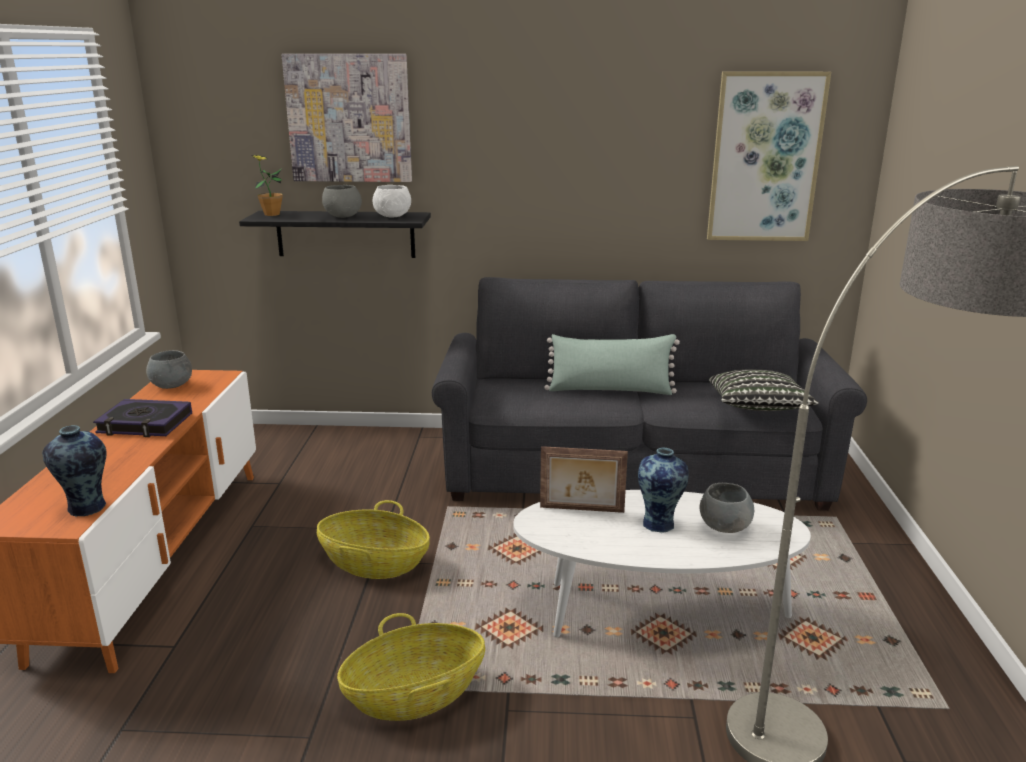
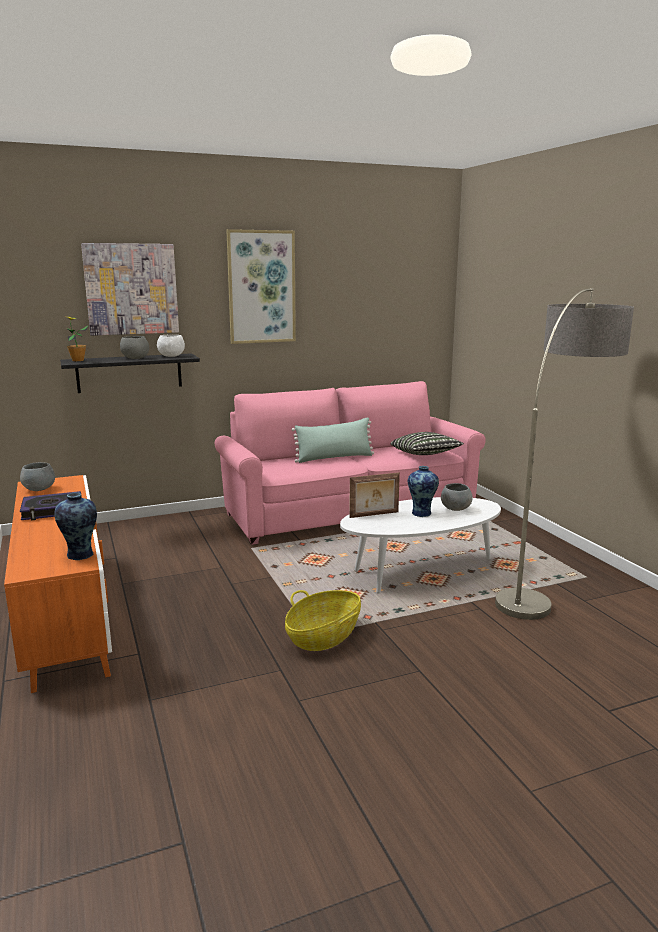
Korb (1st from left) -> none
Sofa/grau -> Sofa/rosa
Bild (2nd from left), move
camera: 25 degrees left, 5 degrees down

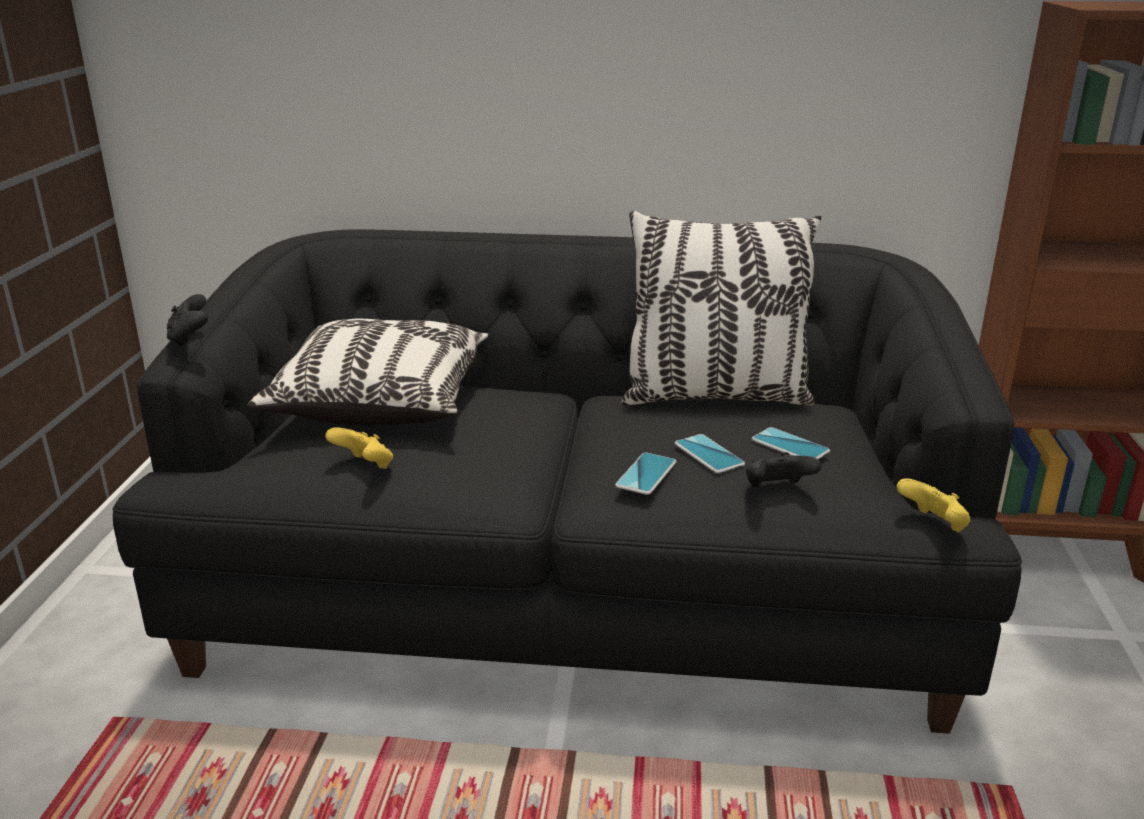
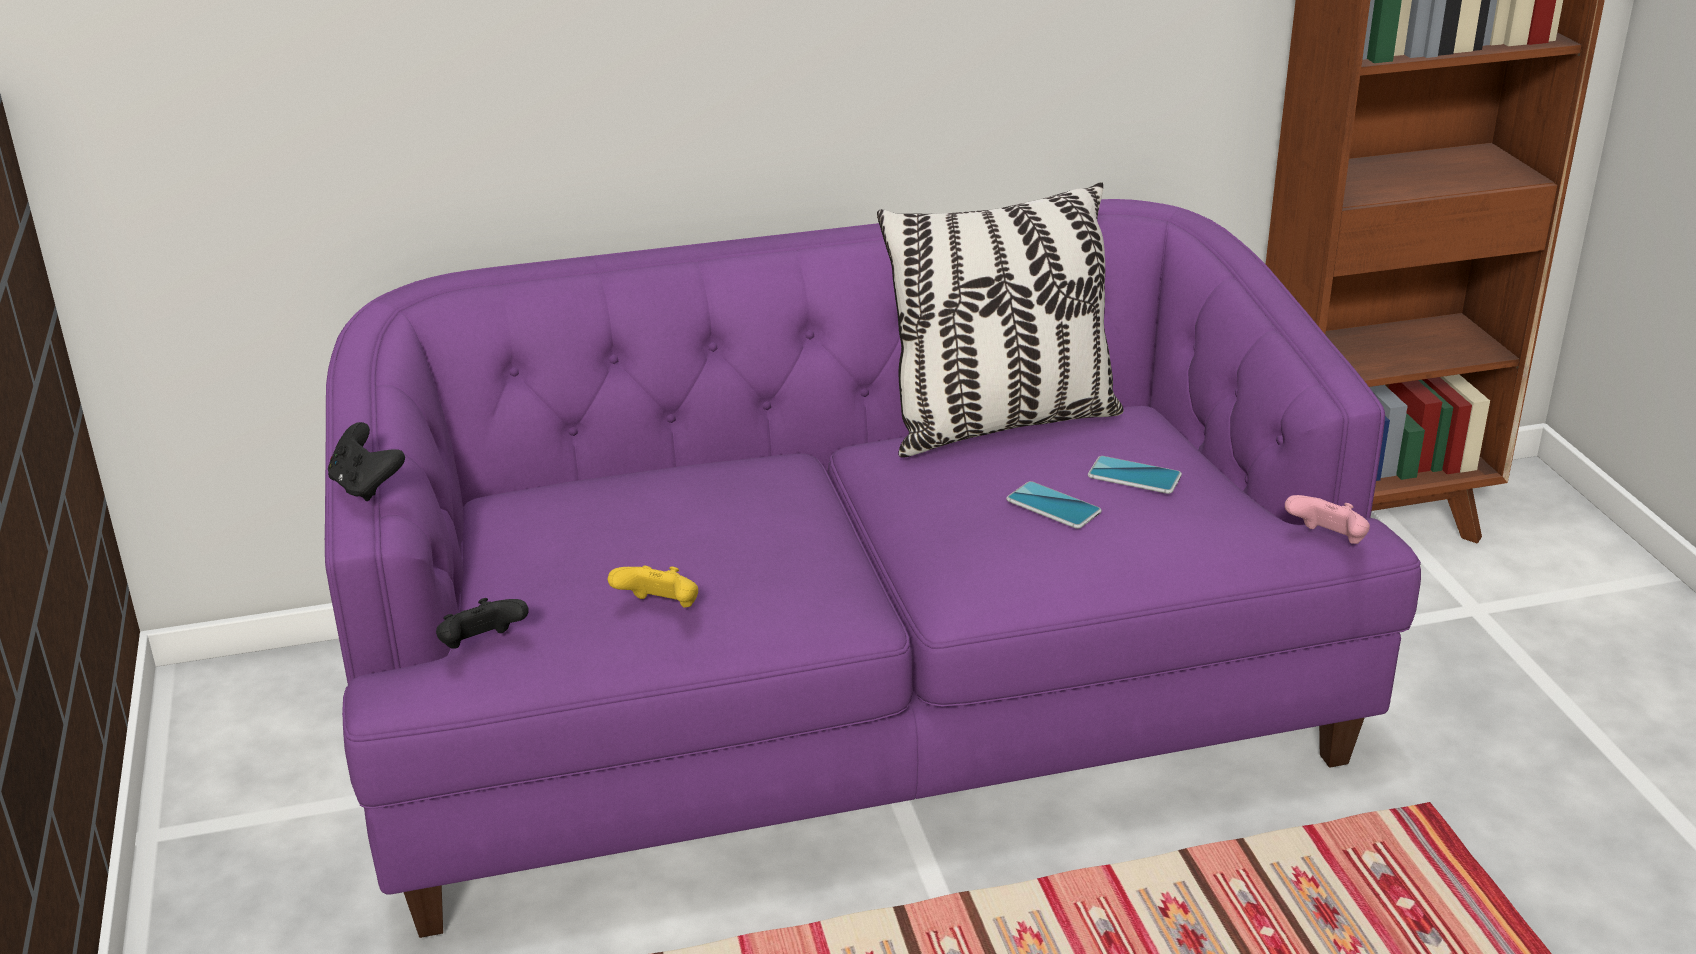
Sofa/schwarz -> Sofa/lila
Kissen (1st from left) -> none
Handy (1st from left) -> none
Gamepad/schwarz (2nd from left), move
Gamepad/gelb (2nd from left) -> Gamepad/rosa
camera: 20 degrees left, 5 degrees up

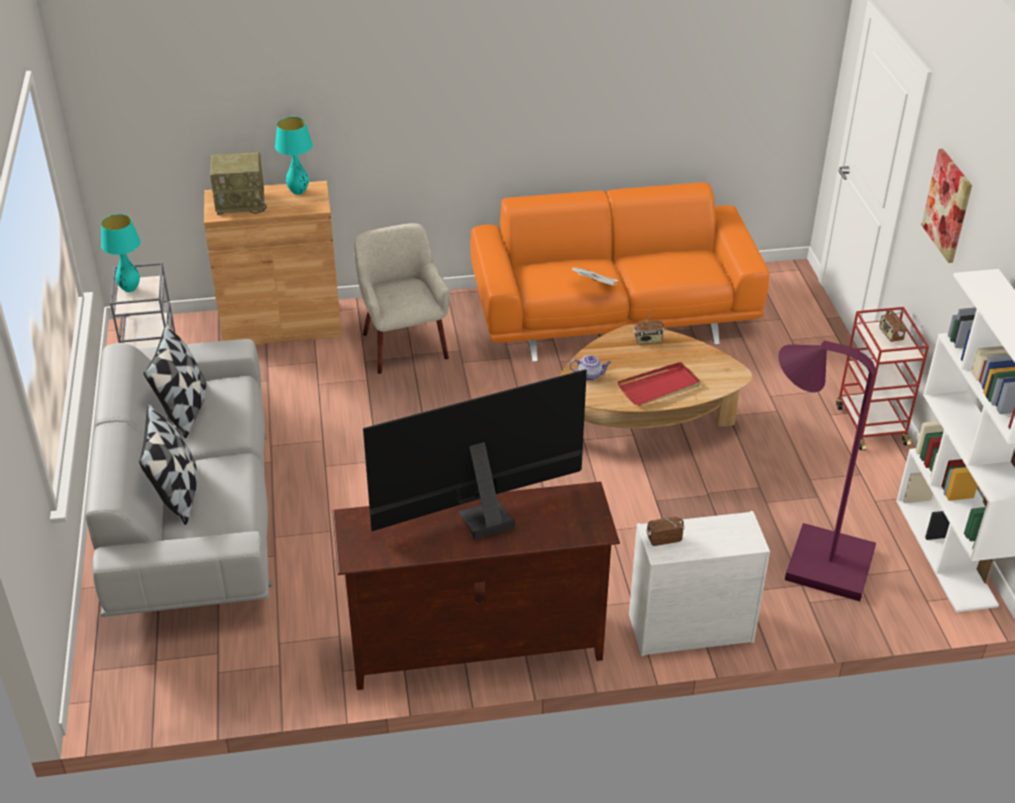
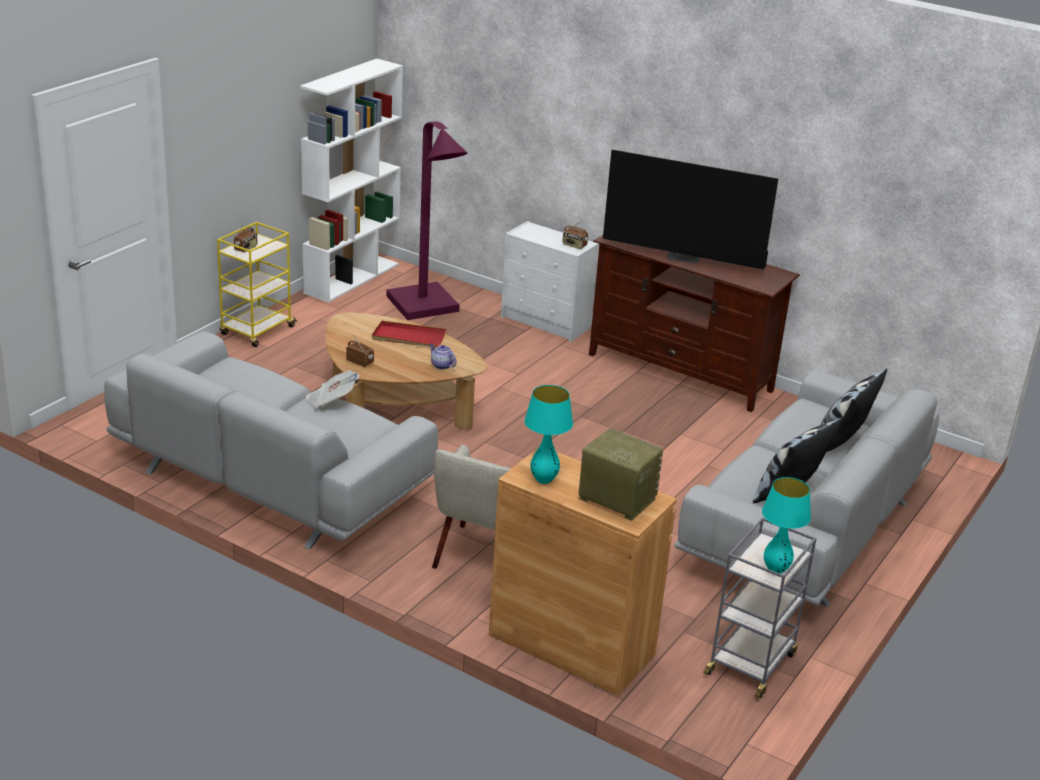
Sofa/orange -> Sofa/grau (1st from left)
Rollwagen/rot -> Rollwagen/gelb
Bild -> none
camera: 140 degrees left, 10 degrees down

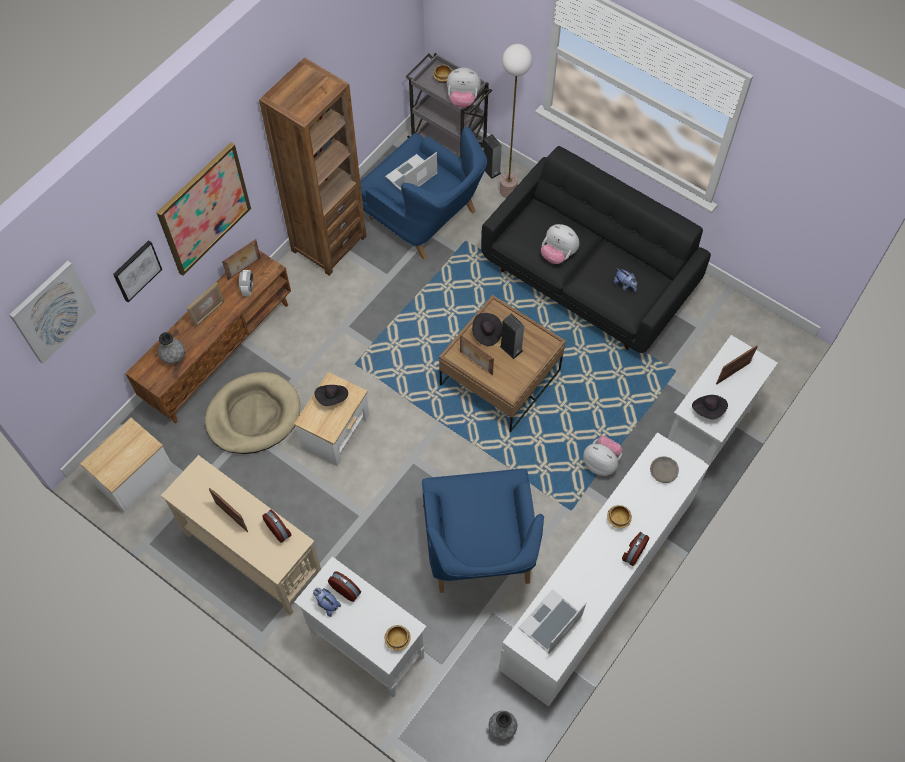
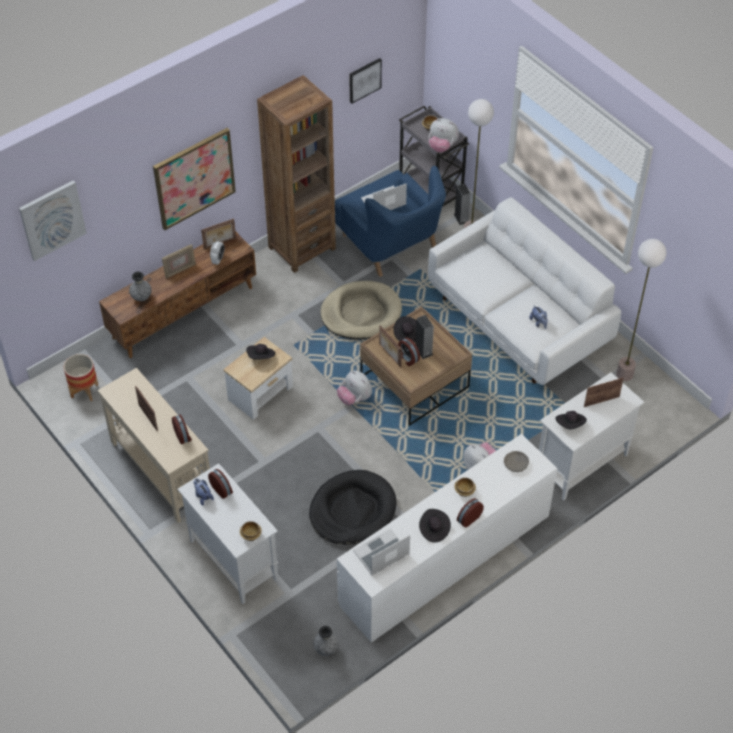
Beistelltisch (1st from left) -> Pflanzkübel
Bild (2nd from left in the first image) -> Bild (3rd from left), move
Hundebett/beige, move
Sessel/blau (2nd from left) -> Hundebett/schwarz
Sofa/schwarz -> Sofa/weiß
Plüschtier (3rd from left in the first image) -> Plüschtier (2nd from left), move
none -> Wecker (4th from left)
none -> Hut/schwarz (3rd from left)
none -> Stehlampe (2nd from left)
camera: 15 degrees right, 10 degrees down

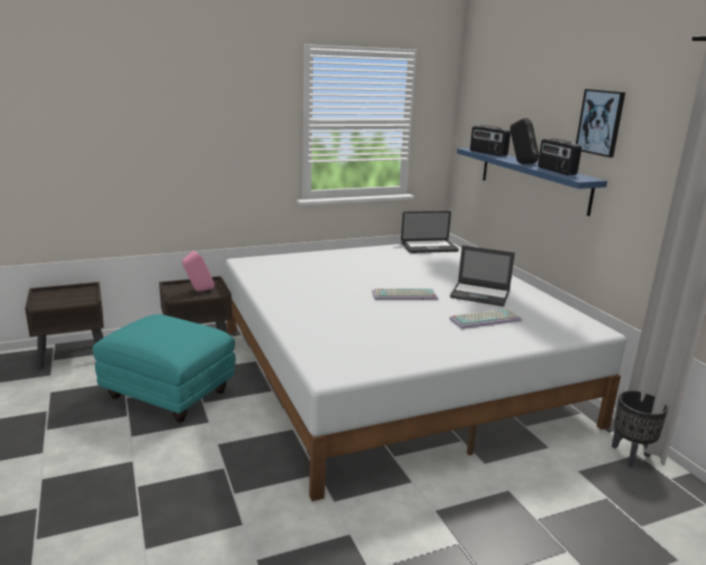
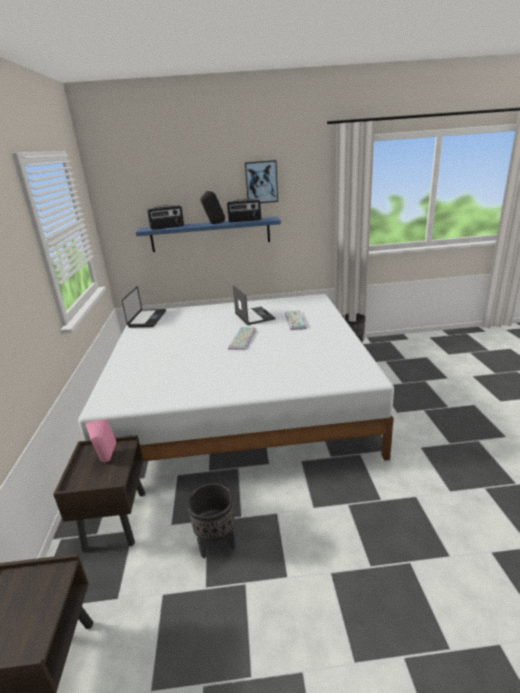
Polsterhocker/türkis -> Pflanzkübel/schwarz (1st from left)
Laptop (2nd from left), 60 degrees counterclockwise
camera: 70 degrees left, 5 degrees up

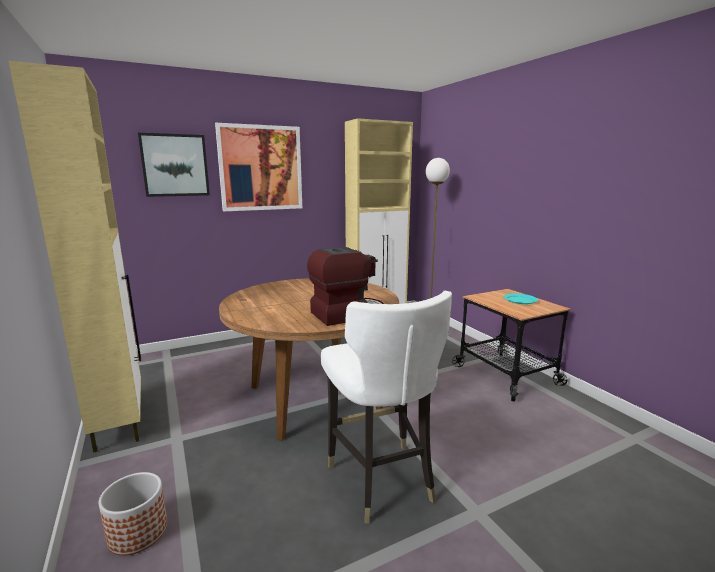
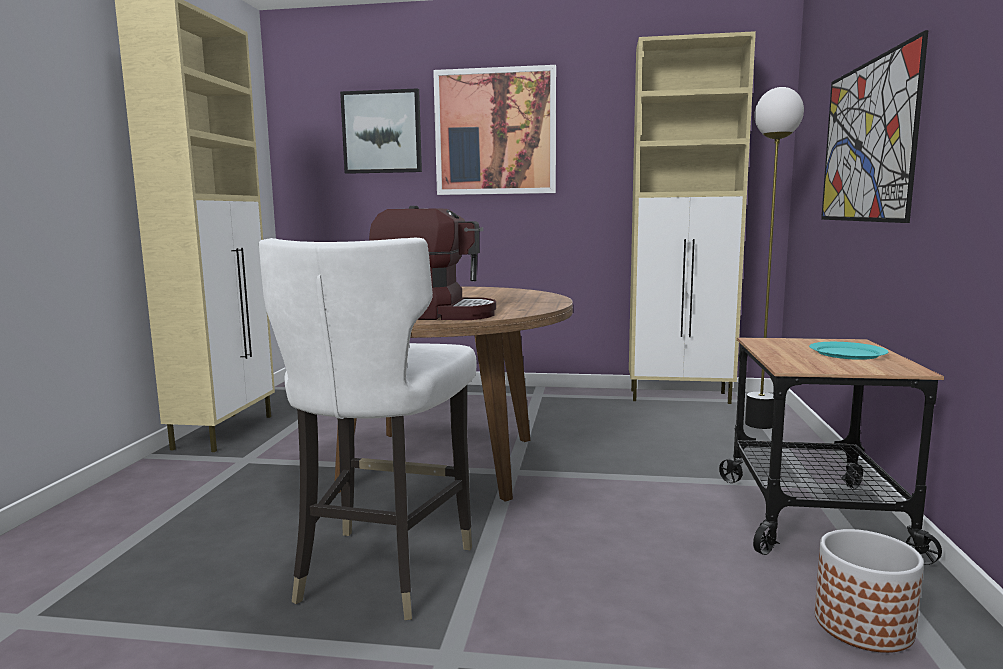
Pflanzkübel, move
none -> Bild (3rd from left)
camera: 35 degrees right, 5 degrees down

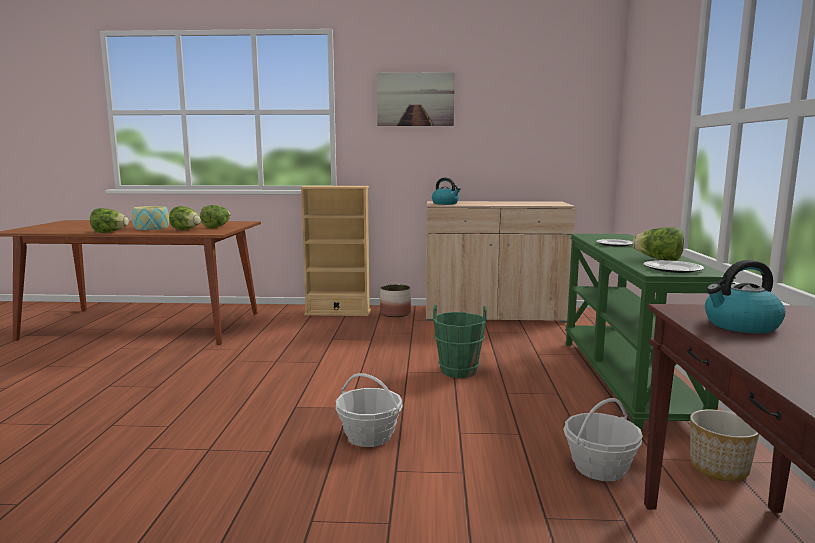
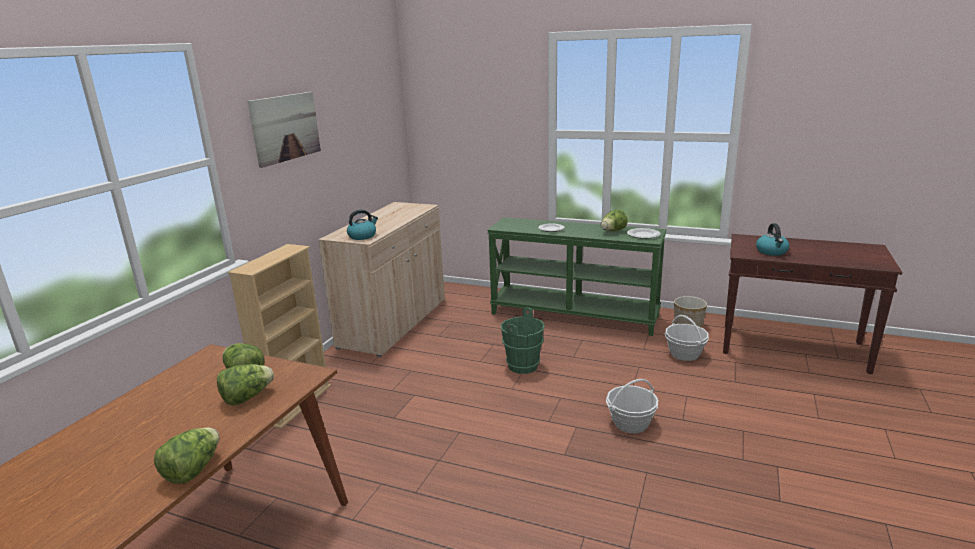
Schüssel -> none
Pflanzkübel (1st from left) -> none
camera: 70 degrees left, 10 degrees up

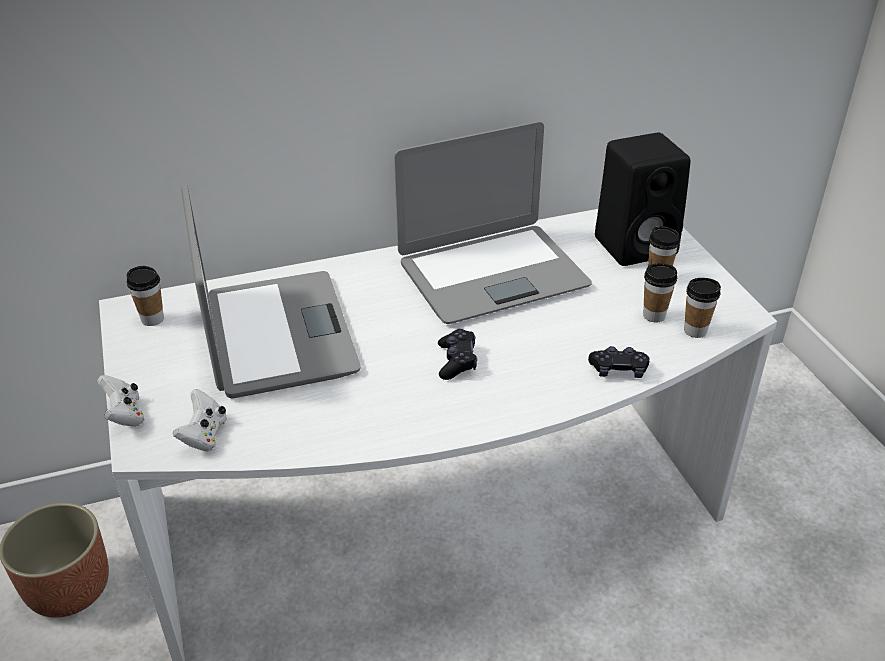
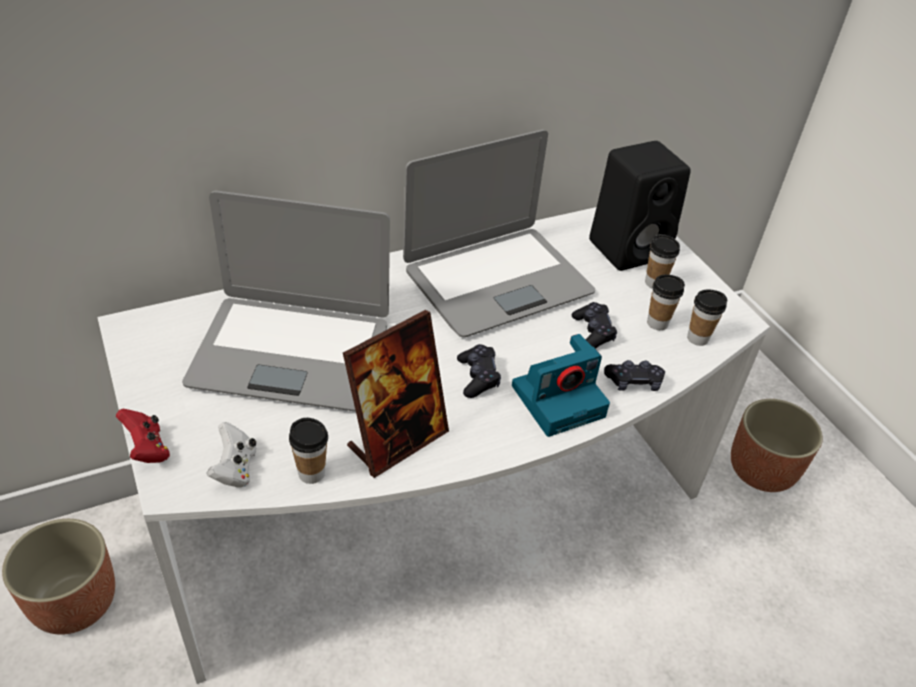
Gamepad/weiß (1st from left) -> Gamepad/rot
Tasse (1st from left), move
Laptop (1st from left), 120 degrees clockwise
none -> Bilderrahmen
none -> Kamera
none -> Gamepad/schwarz (2nd from left)
none -> Pflanzkübel (2nd from left)
camera: 10 degrees left, 5 degrees up

